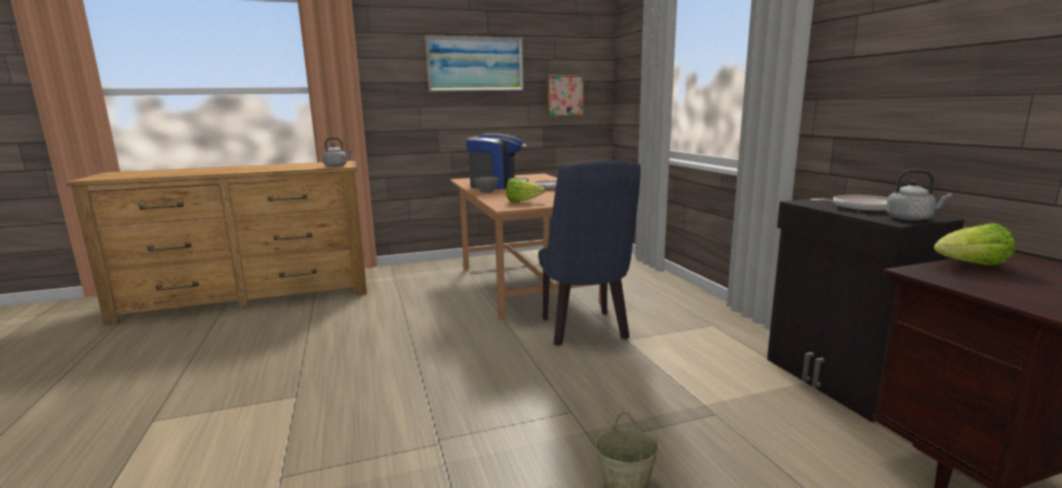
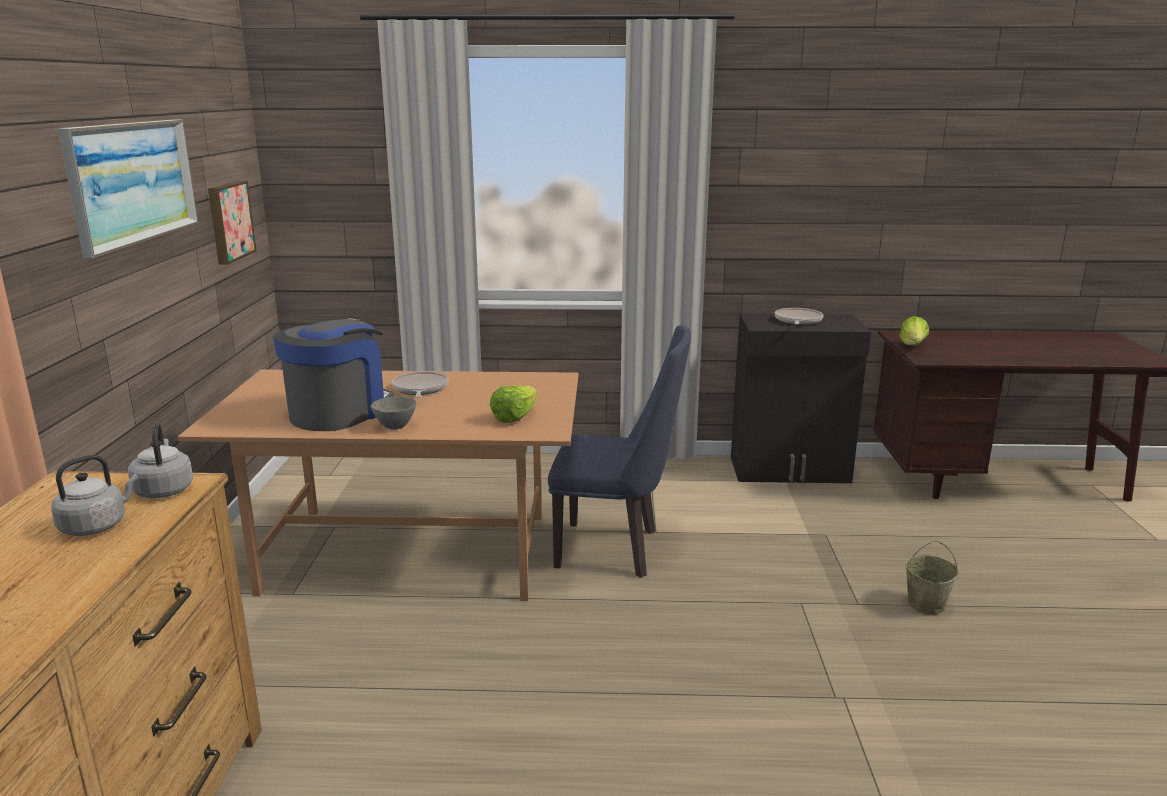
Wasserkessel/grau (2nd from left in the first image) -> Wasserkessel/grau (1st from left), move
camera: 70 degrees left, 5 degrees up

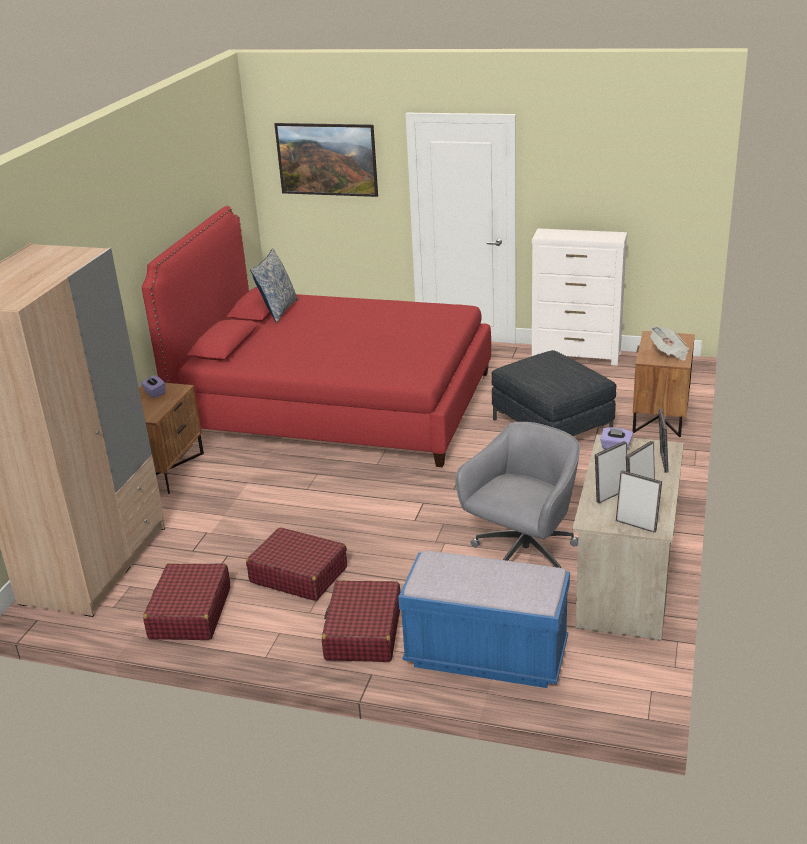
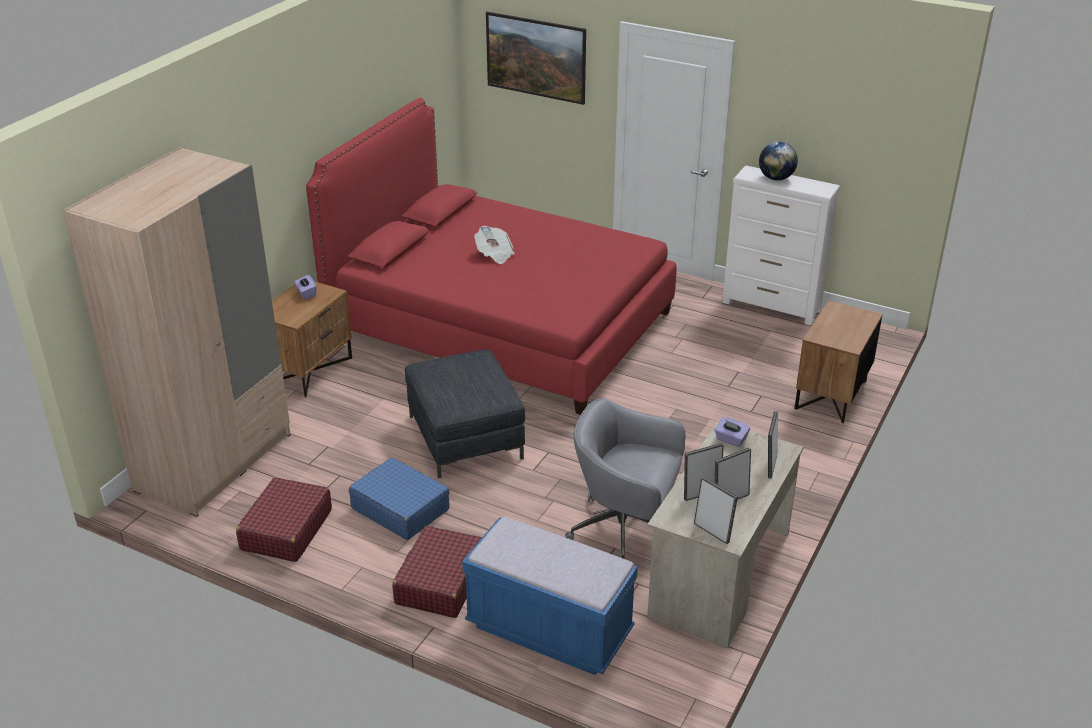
Koffer/rot (2nd from left) -> Koffer/blau
Kissen -> none
Bürostuhl/grau, 120 degrees counterclockwise
Polsterhocker/grau, move
Zeitung, move
none -> Globus
camera: 10 degrees right, 5 degrees up

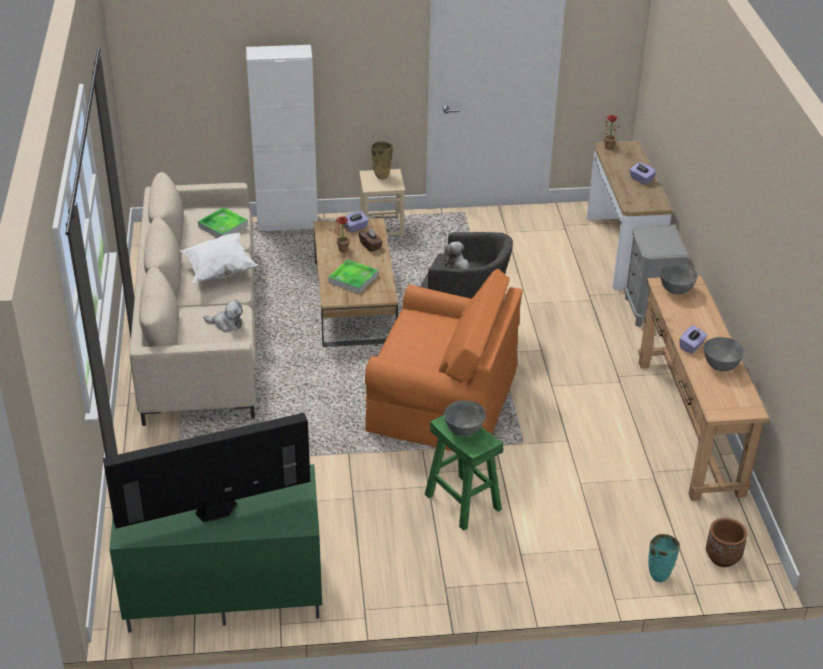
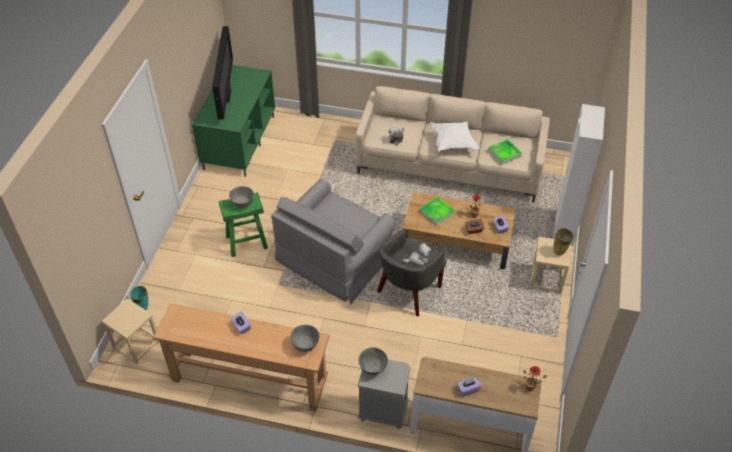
Sessel/orange -> Sessel/grau (1st from left)
Schüssel/grau (3rd from left), move
Pflanzkübel/braun -> Hocker/beige (1st from left)
camera: 110 degrees right, 10 degrees up

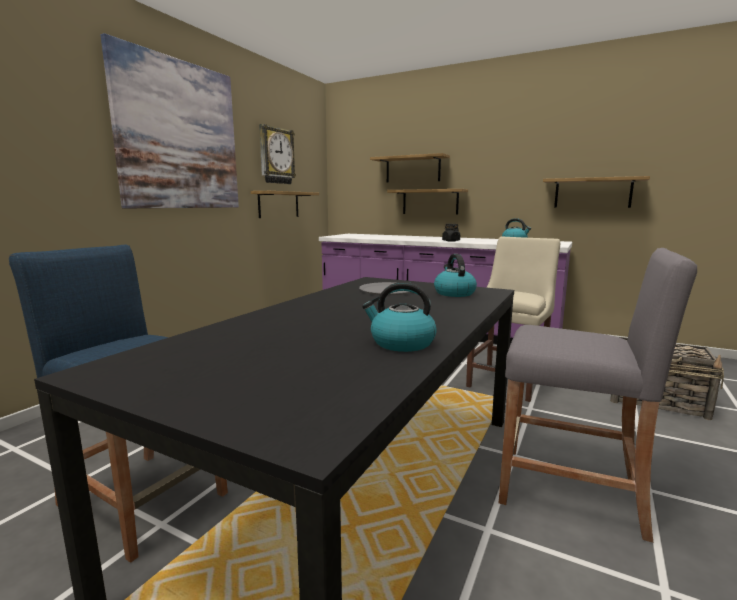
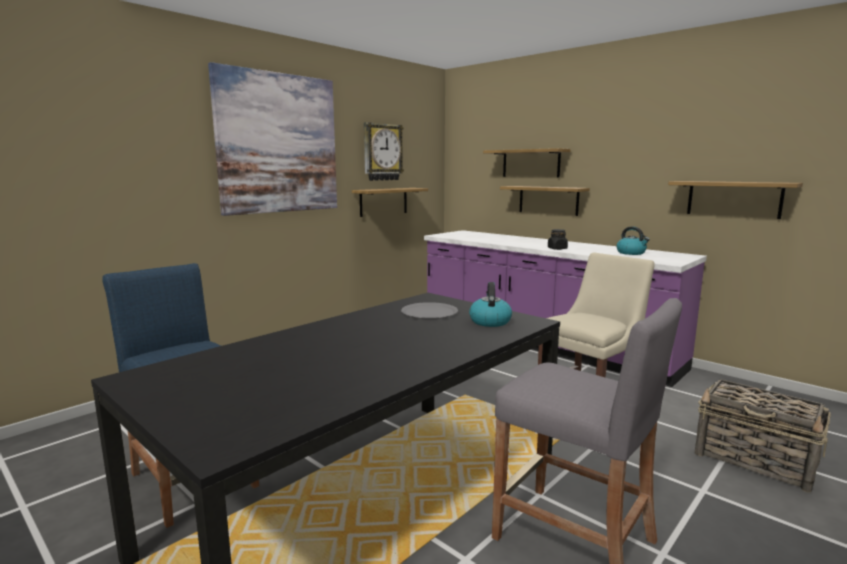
Wasserkessel (1st from left) -> none
camera: 15 degrees right, 0 degrees up

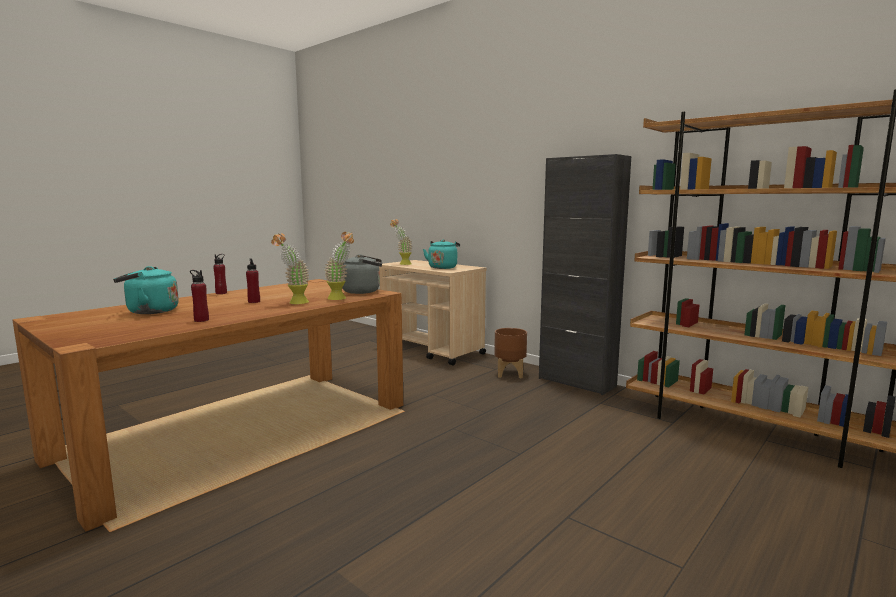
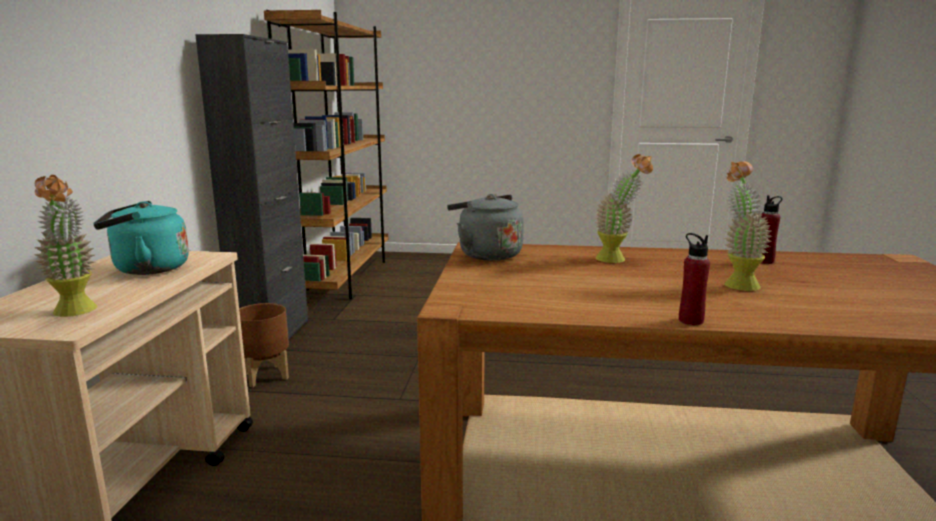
Wasserkessel/türkis (1st from left) -> none
Flasche/rot (3rd from left) -> none
Topfpflanze (2nd from left in the first image) -> Topfpflanze (3rd from left), move
camera: 125 degrees left, 5 degrees up

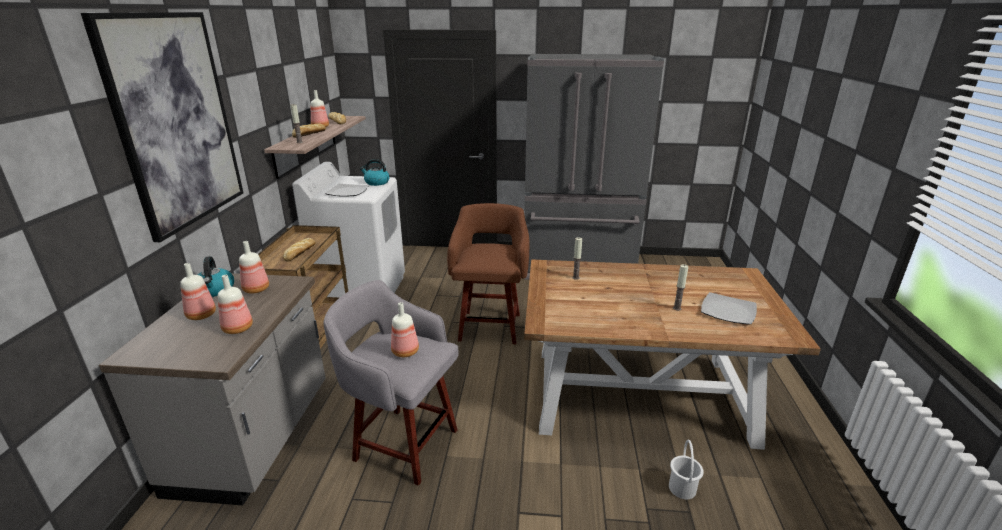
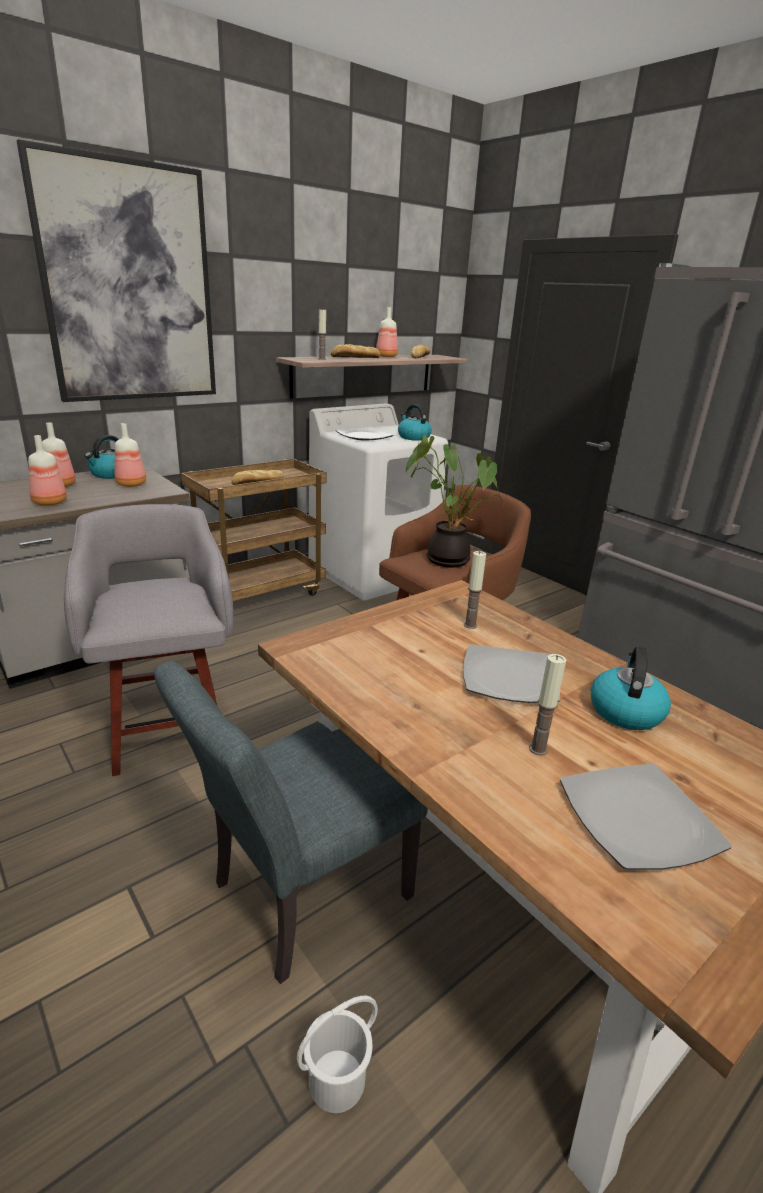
Flasche (5th from left) -> none
none -> Stuhl/grau
none -> Topfpflanze
none -> Teller (2nd from left)
none -> Wasserkessel (3rd from left)
camera: 45 degrees right, 0 degrees up

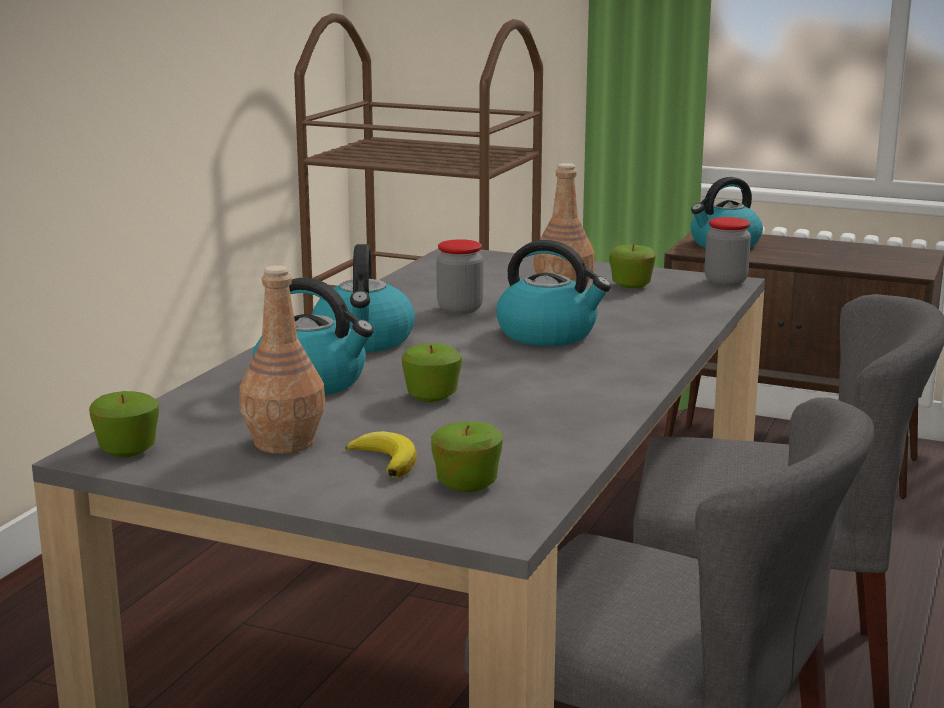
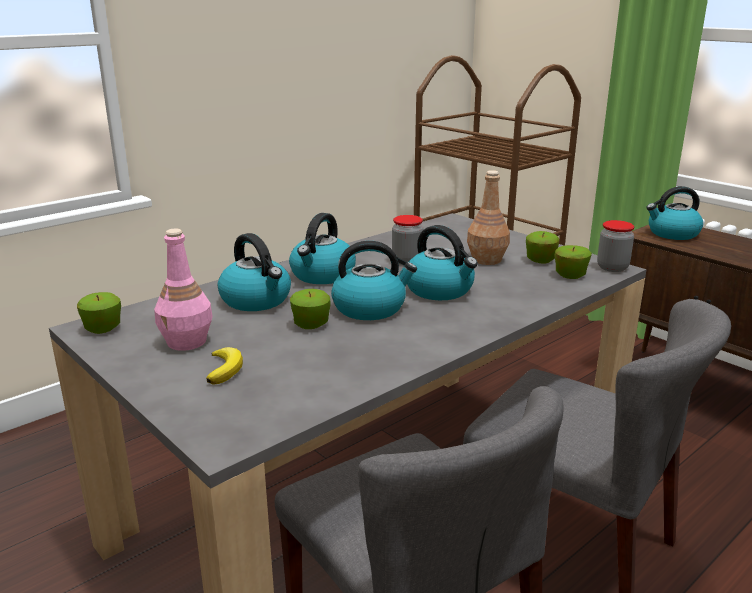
Flasche/braun (1st from left) -> Flasche/rosa
Apfel (3rd from left in the first image) -> Apfel (4th from left), move
none -> Wasserkessel (3rd from left)
camera: 25 degrees right, 5 degrees up

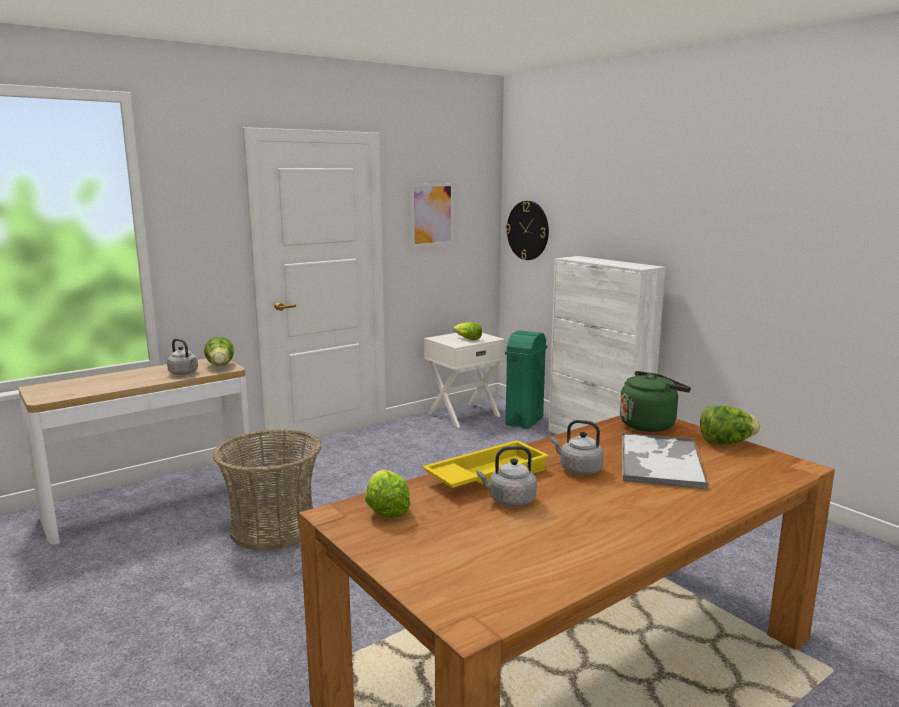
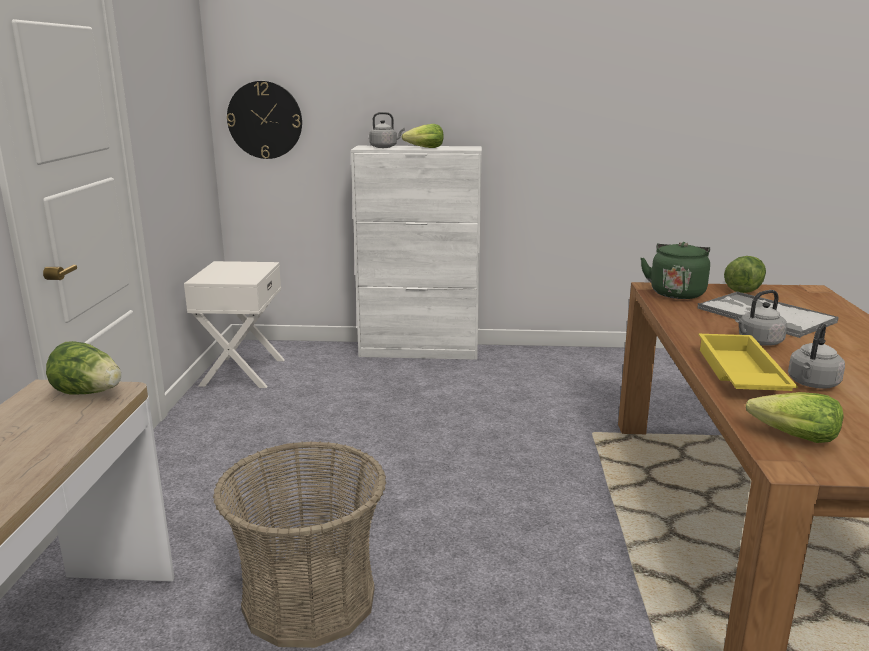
Wasserkessel/grau (1st from left), move
Bild -> none
Salatkopf (3rd from left in the first image) -> Salatkopf (2nd from left), move
Mülleimer/grün -> none
camera: 50 degrees left, 5 degrees up

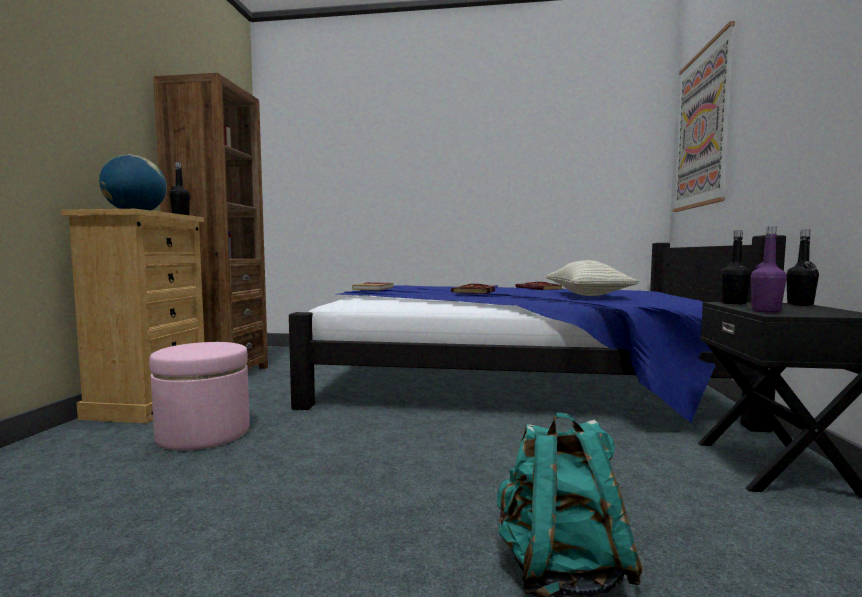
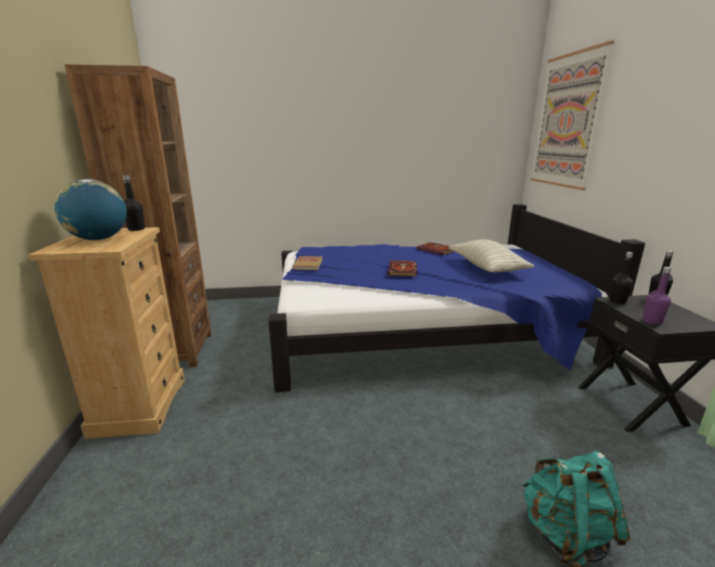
Polsterhocker/rosa -> none
camera: 15 degrees left, 15 degrees up

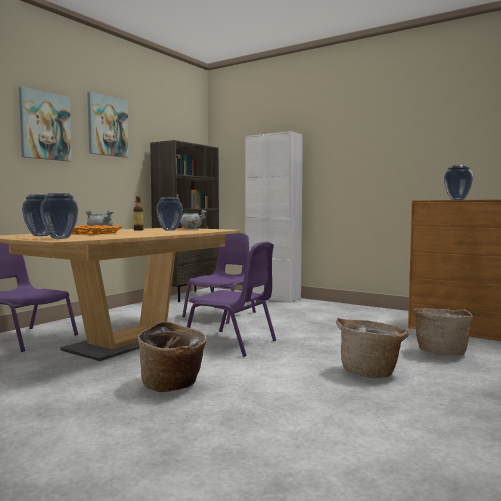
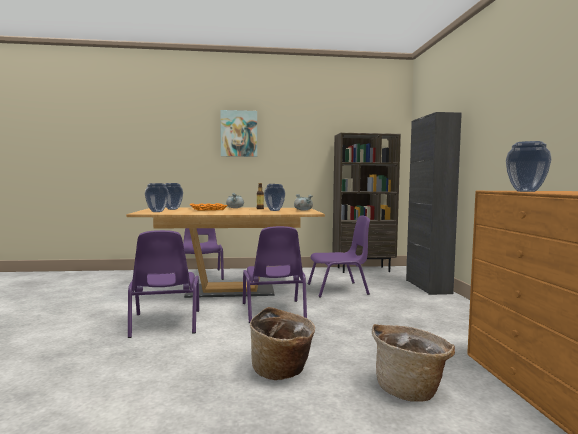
Bild (2nd from left) -> none
Korb (1st from left) -> Stuhl/lila (1st from left)
Schrank/weiß -> Schrank/schwarz
camera: 50 degrees right, 0 degrees up

